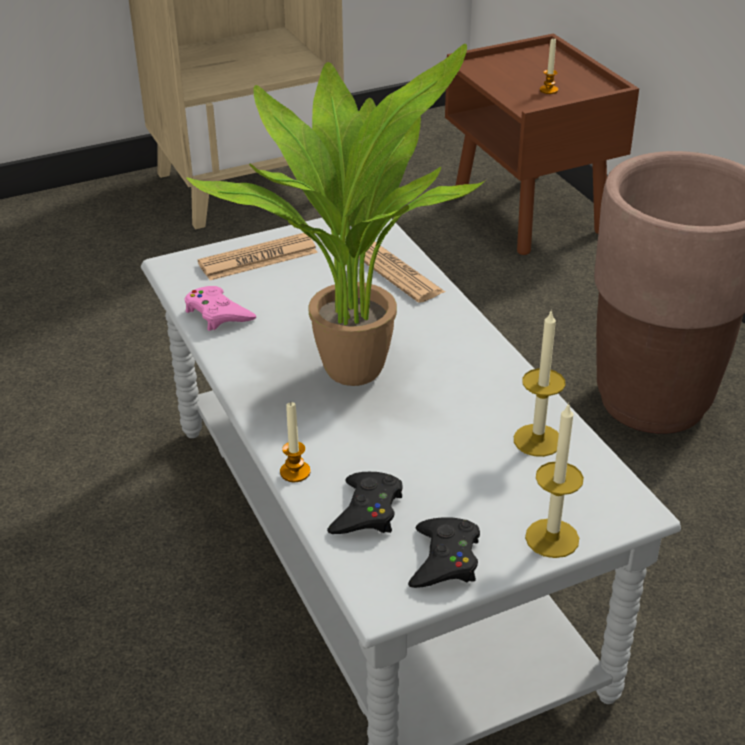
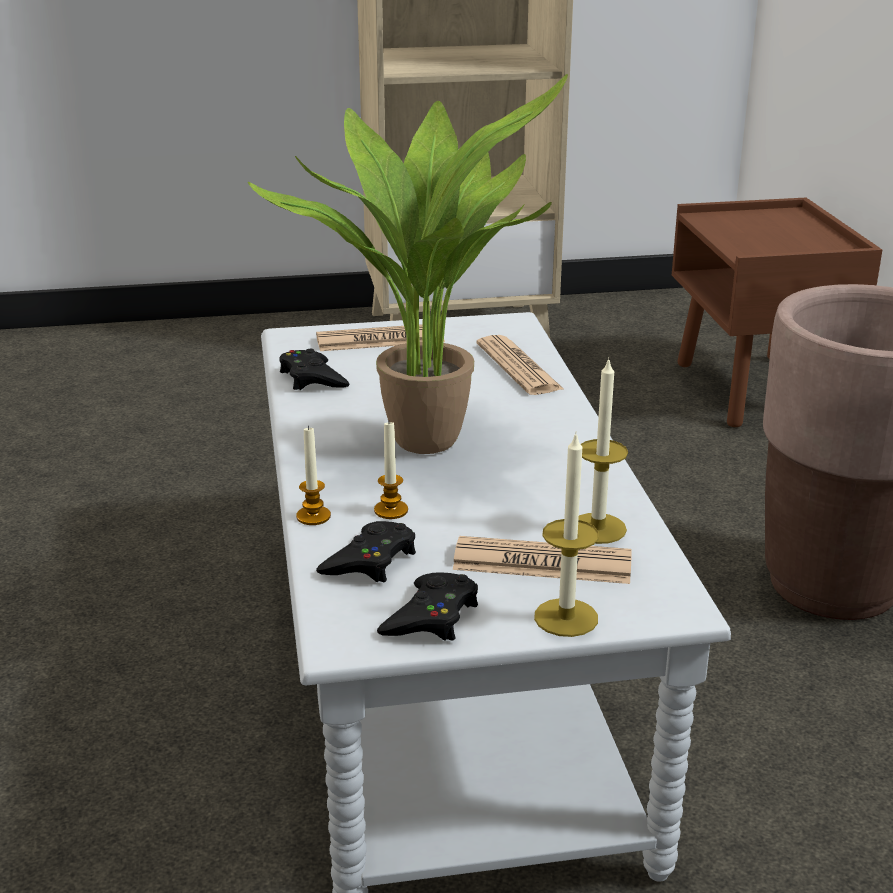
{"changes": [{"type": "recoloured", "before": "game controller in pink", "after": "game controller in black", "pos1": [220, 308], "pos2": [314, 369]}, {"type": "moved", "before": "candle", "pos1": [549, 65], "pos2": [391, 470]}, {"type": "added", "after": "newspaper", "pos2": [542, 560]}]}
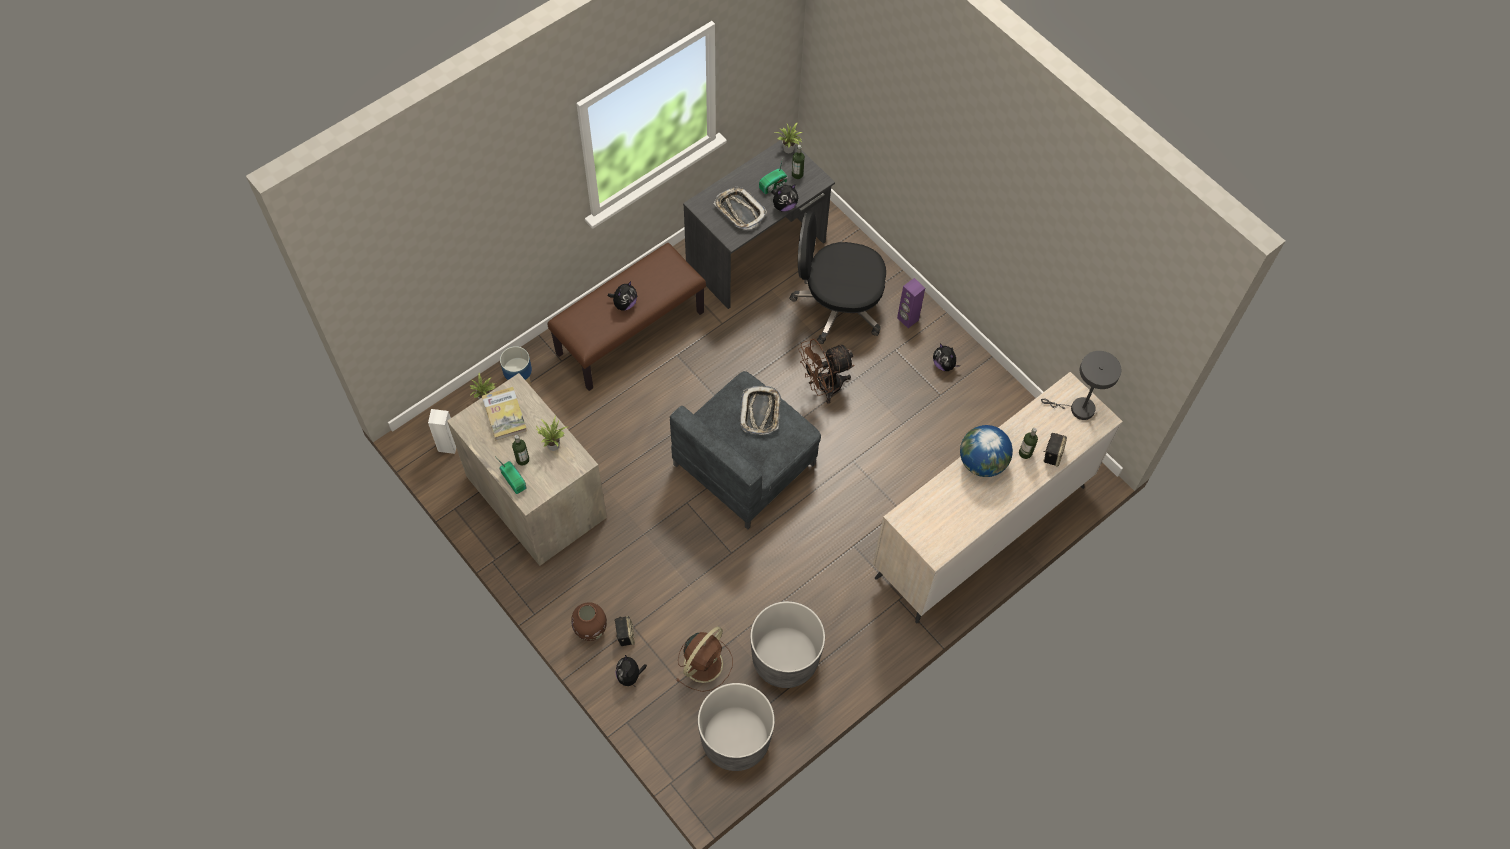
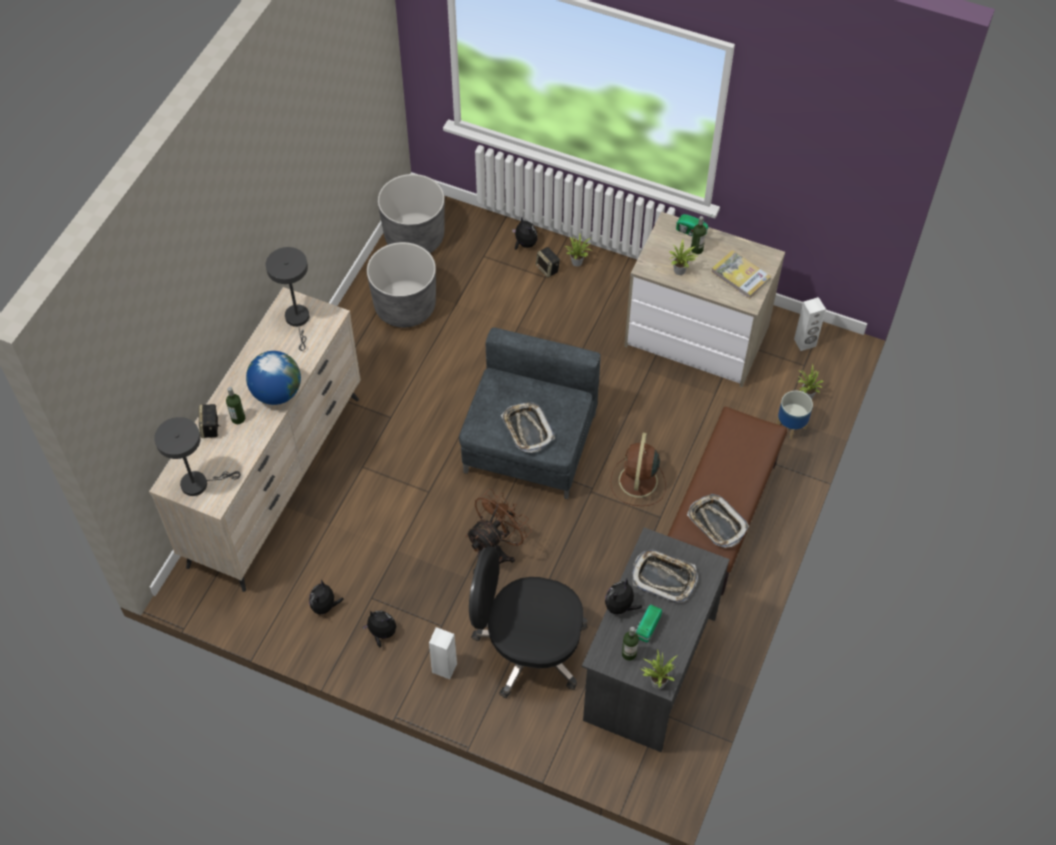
{"changes": [{"type": "replaced", "before": "vase in brown", "after": "potted plant", "pos1": [589, 621], "pos2": [578, 250]}, {"type": "moved", "before": "plush toy", "pos1": [622, 295], "pos2": [326, 598]}, {"type": "moved", "before": "fan in brown", "pos1": [704, 659], "pos2": [638, 469]}, {"type": "turned", "before": "office chair in black", "pos1": [838, 277], "pos2": [528, 622], "turn": -150}, {"type": "recoloured", "before": "speaker in purple", "after": "speaker in white", "pos1": [911, 303], "pos2": [443, 653]}, {"type": "added", "after": "table lamp in grey", "pos2": [287, 299]}, {"type": "added", "after": "tray", "pos2": [718, 521]}]}
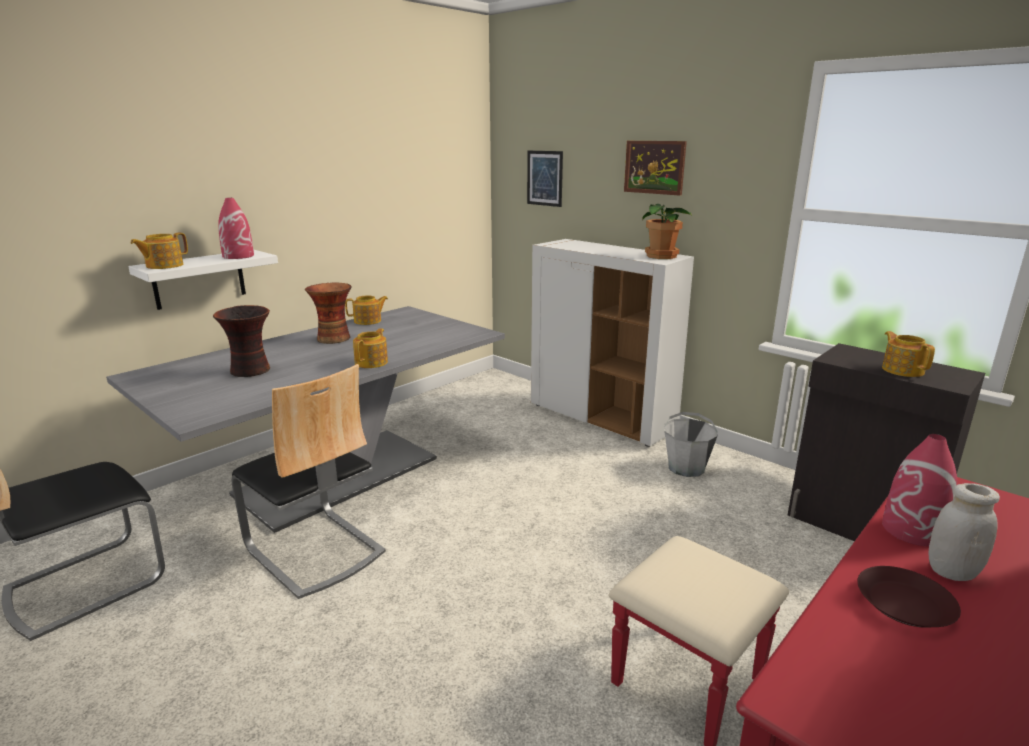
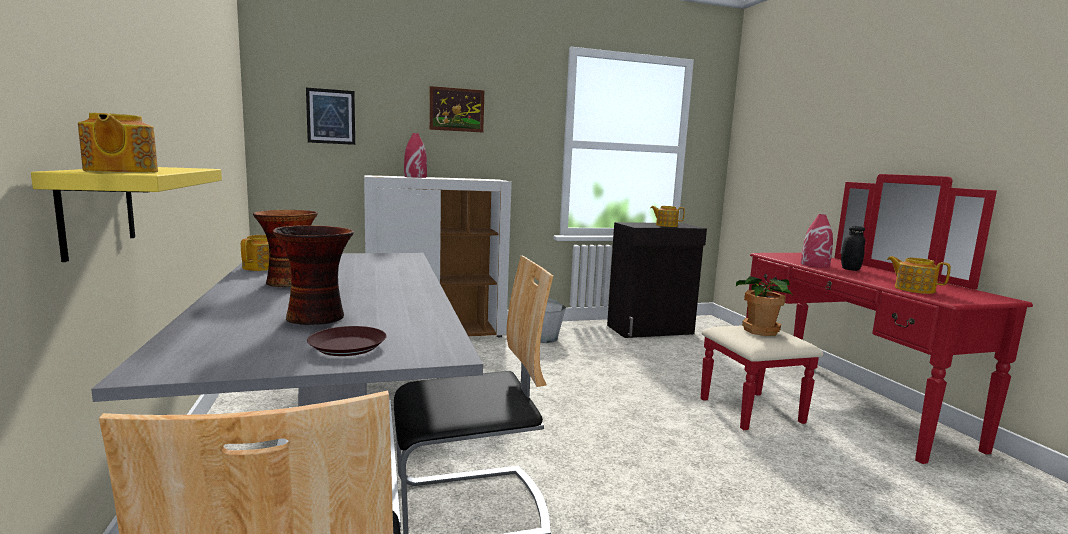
{"changes": [{"type": "recoloured", "before": "shelf in white", "after": "shelf in yellow", "pos1": [203, 280], "pos2": [126, 214]}, {"type": "moved", "before": "vase in red", "pos1": [236, 228], "pos2": [415, 155]}, {"type": "moved", "before": "teapot", "pos1": [370, 348], "pos2": [919, 275]}, {"type": "moved", "before": "potted plant", "pos1": [667, 231], "pos2": [764, 306]}, {"type": "moved", "before": "plate in brown", "pos1": [909, 596], "pos2": [347, 341]}, {"type": "recoloured", "before": "jar in white", "after": "jar in black", "pos1": [964, 532], "pos2": [853, 248]}]}
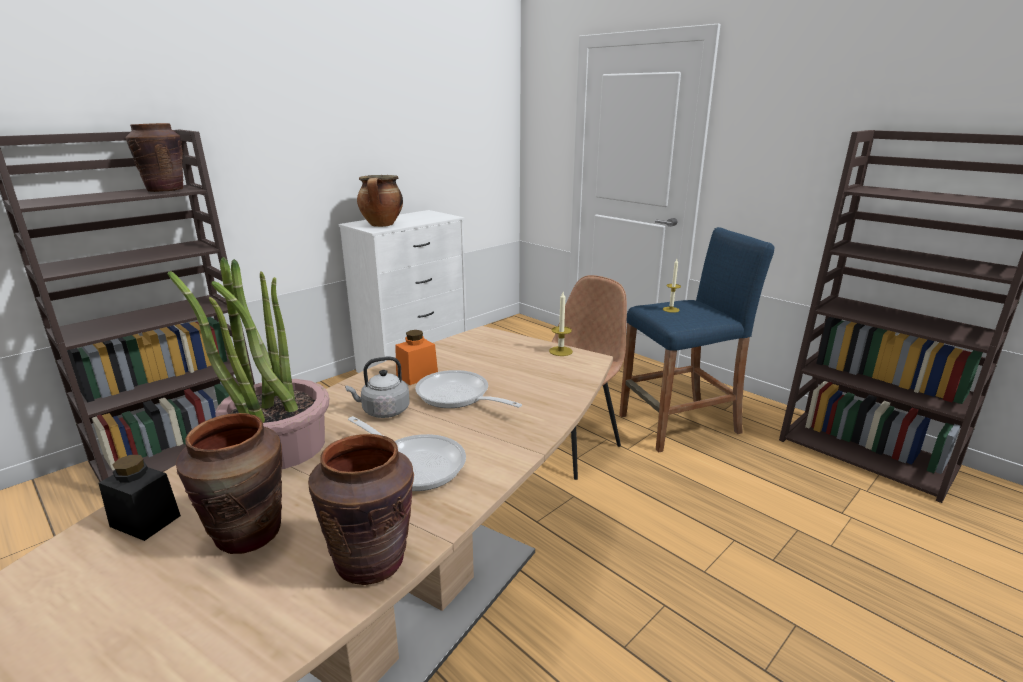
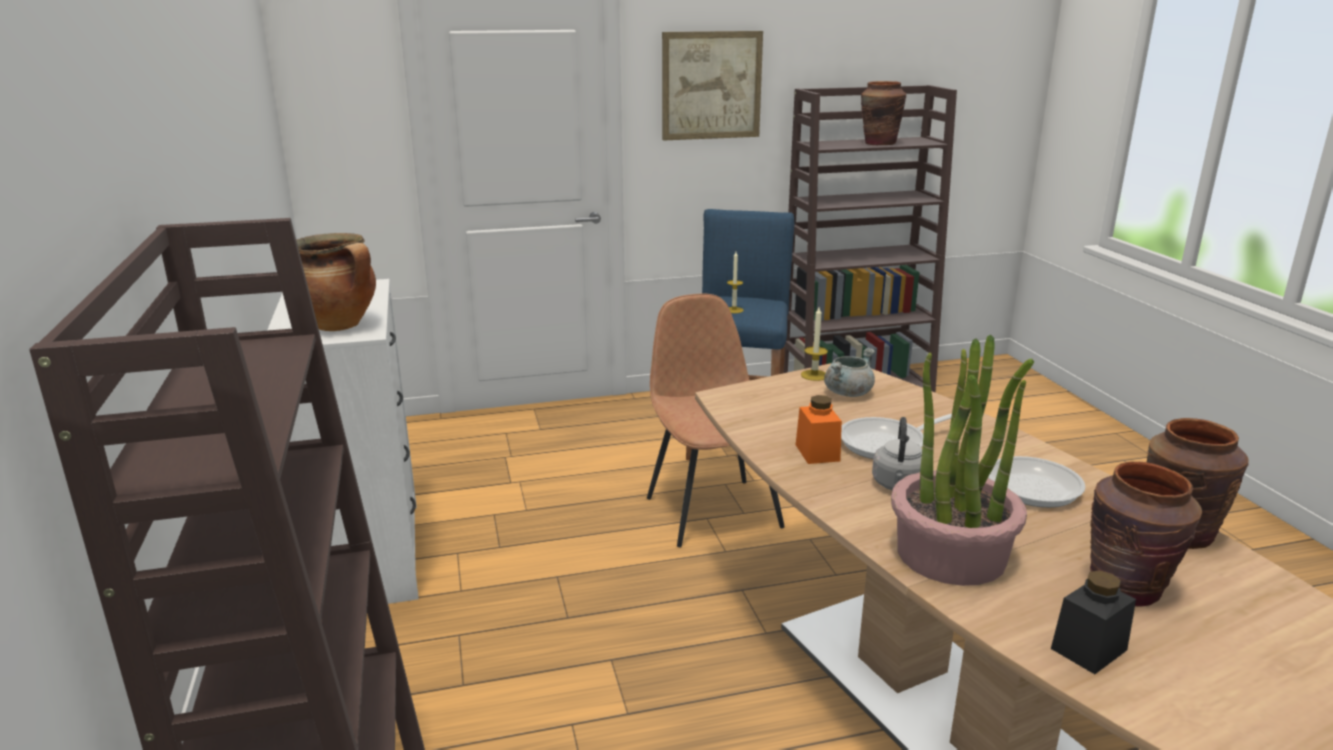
{"changes": [{"type": "moved", "before": "vase in brown", "pos1": [154, 157], "pos2": [883, 113]}, {"type": "added", "after": "picture", "pos2": [712, 86]}, {"type": "added", "after": "cooking pot in grey", "pos2": [849, 372]}]}
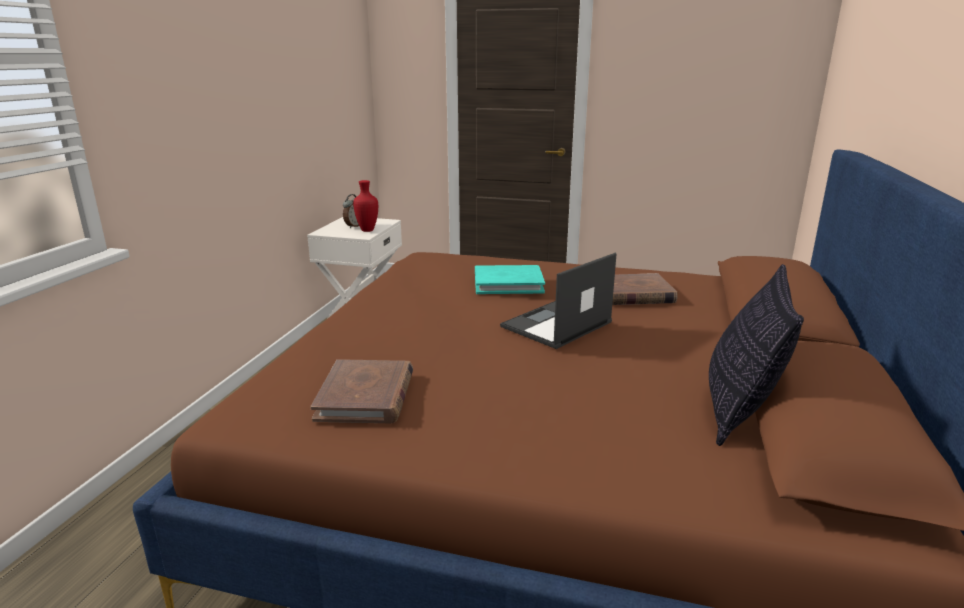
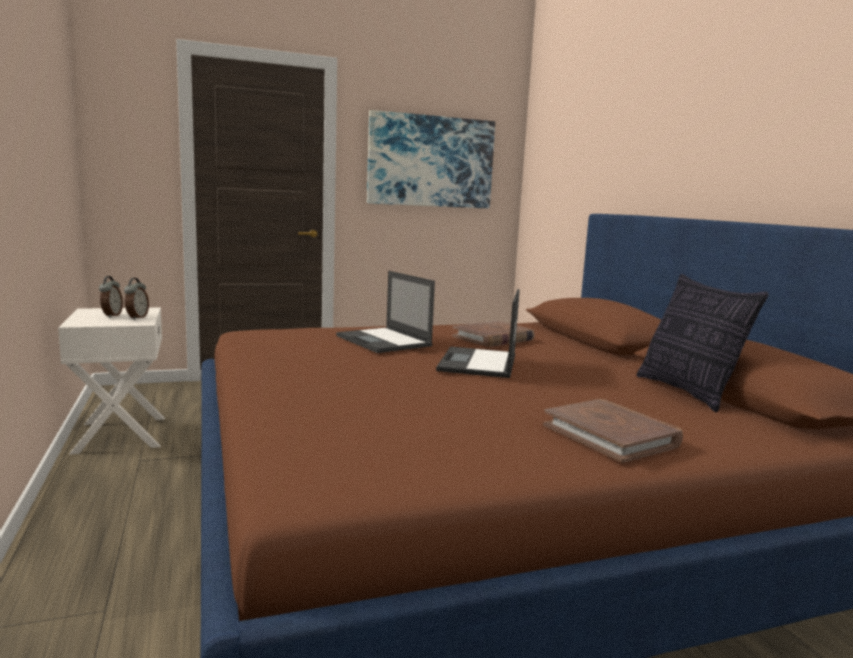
{"changes": [{"type": "moved", "before": "book in brown", "pos1": [361, 391], "pos2": [613, 431]}, {"type": "replaced", "before": "vase in red", "after": "alarm clock", "pos1": [365, 206], "pos2": [136, 299]}, {"type": "replaced", "before": "book in turquoise", "after": "laptop", "pos1": [510, 279], "pos2": [385, 312]}, {"type": "added", "after": "picture", "pos2": [431, 159]}]}
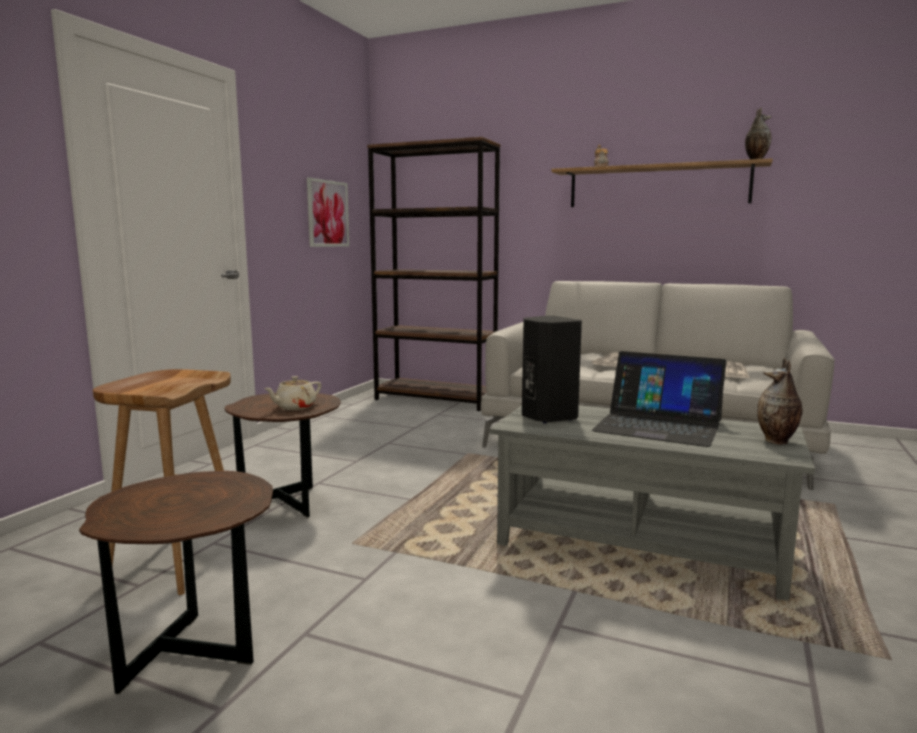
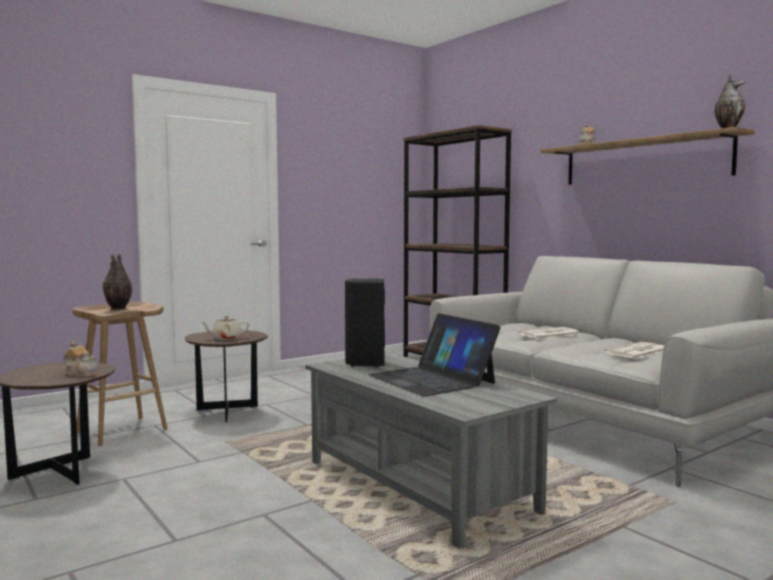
{"changes": [{"type": "removed", "before": "picture", "pos1": [328, 212]}, {"type": "moved", "before": "vase", "pos1": [779, 401], "pos2": [117, 281]}, {"type": "added", "after": "teapot", "pos2": [80, 359]}]}
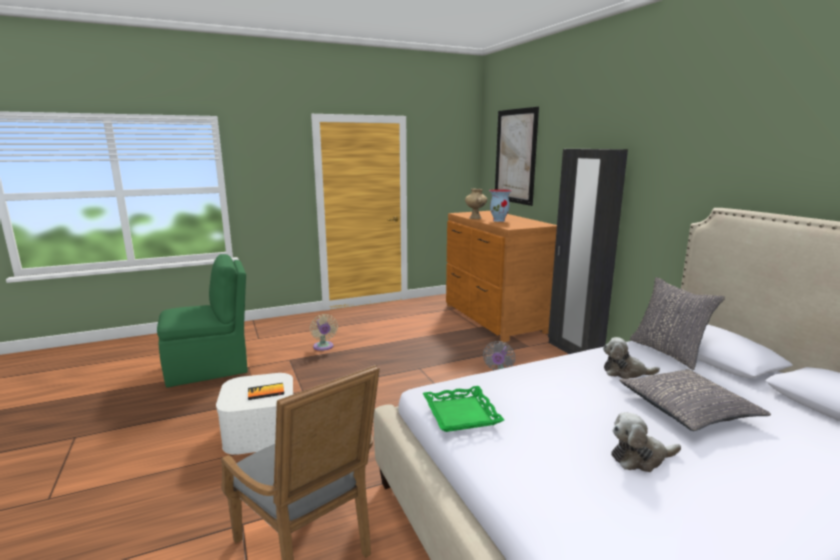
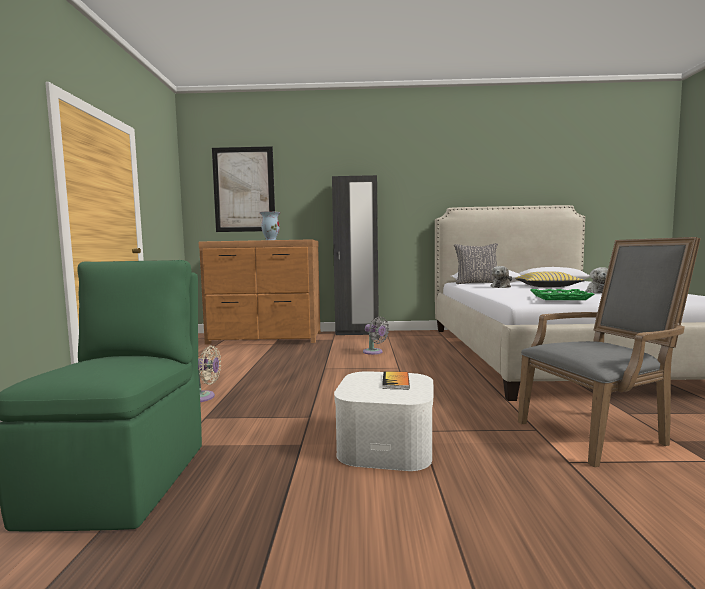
{"changes": [{"type": "removed", "before": "vase in beige", "pos1": [476, 204]}, {"type": "recoloured", "before": "pillow in grey", "after": "pillow in yellow", "pos1": [695, 400], "pos2": [549, 279]}]}
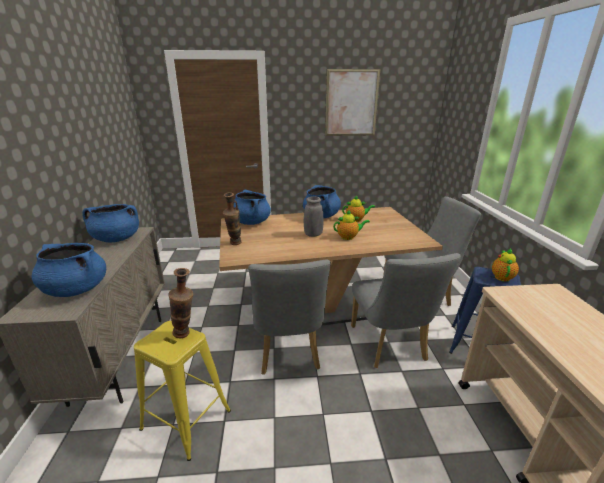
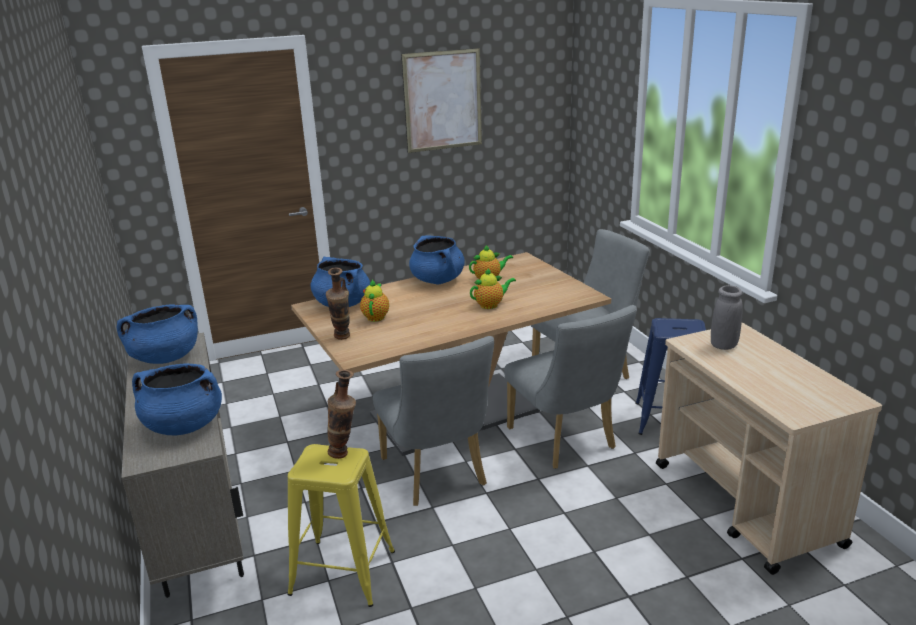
{"changes": [{"type": "moved", "before": "vase in grey", "pos1": [313, 216], "pos2": [727, 317]}, {"type": "moved", "before": "teapot", "pos1": [505, 265], "pos2": [374, 300]}]}
